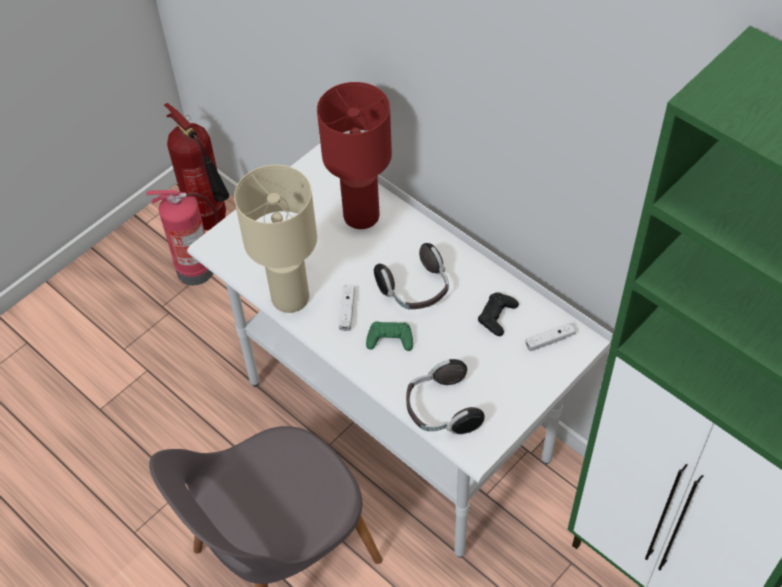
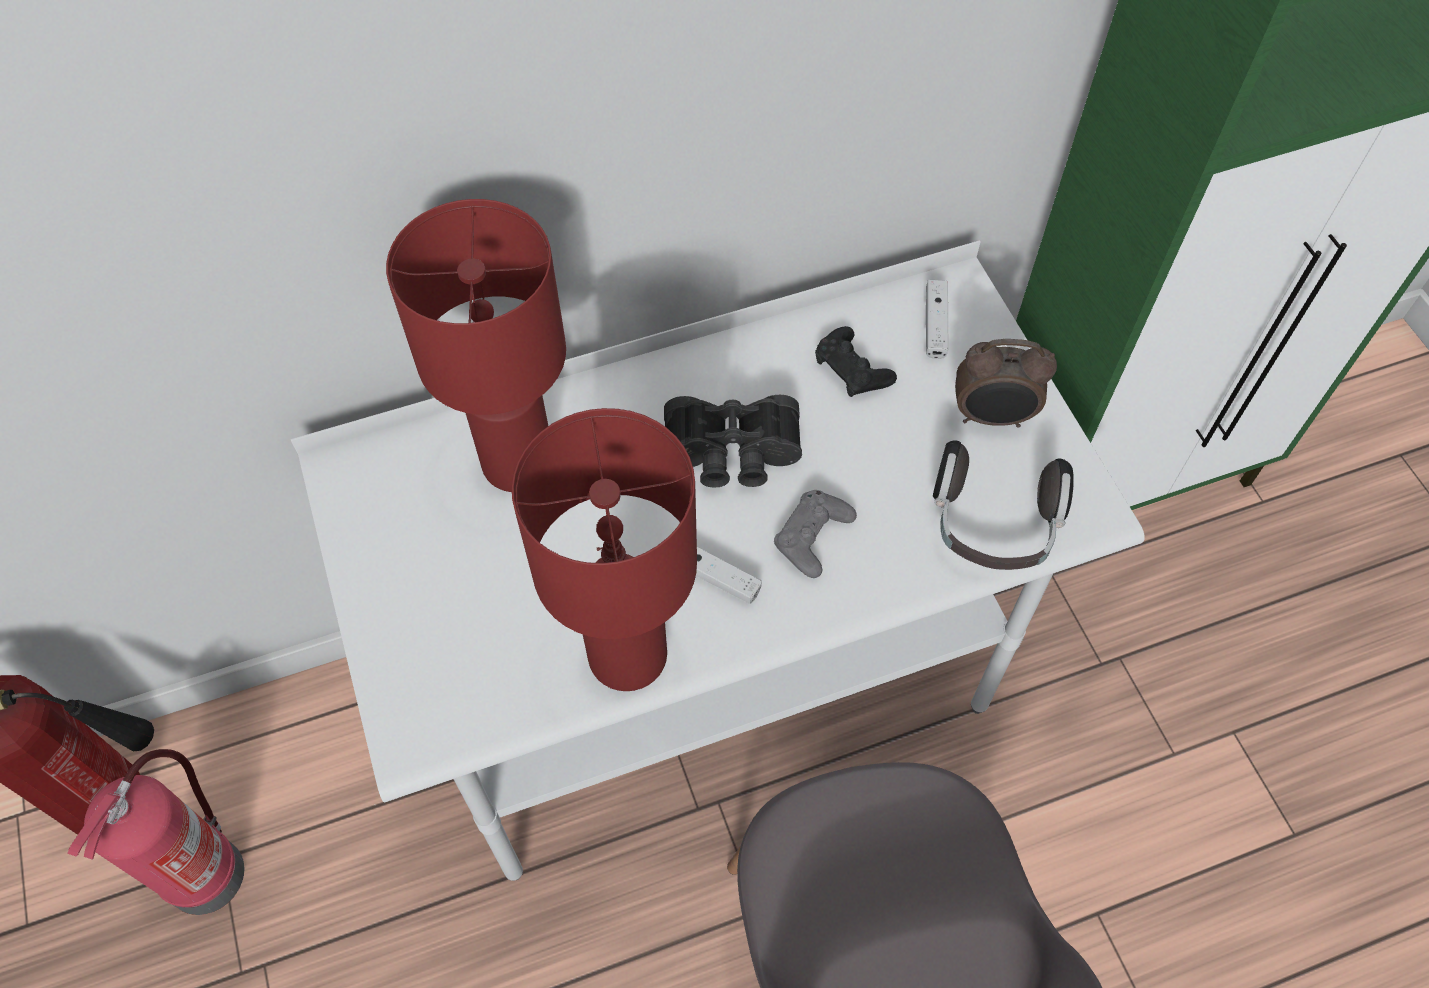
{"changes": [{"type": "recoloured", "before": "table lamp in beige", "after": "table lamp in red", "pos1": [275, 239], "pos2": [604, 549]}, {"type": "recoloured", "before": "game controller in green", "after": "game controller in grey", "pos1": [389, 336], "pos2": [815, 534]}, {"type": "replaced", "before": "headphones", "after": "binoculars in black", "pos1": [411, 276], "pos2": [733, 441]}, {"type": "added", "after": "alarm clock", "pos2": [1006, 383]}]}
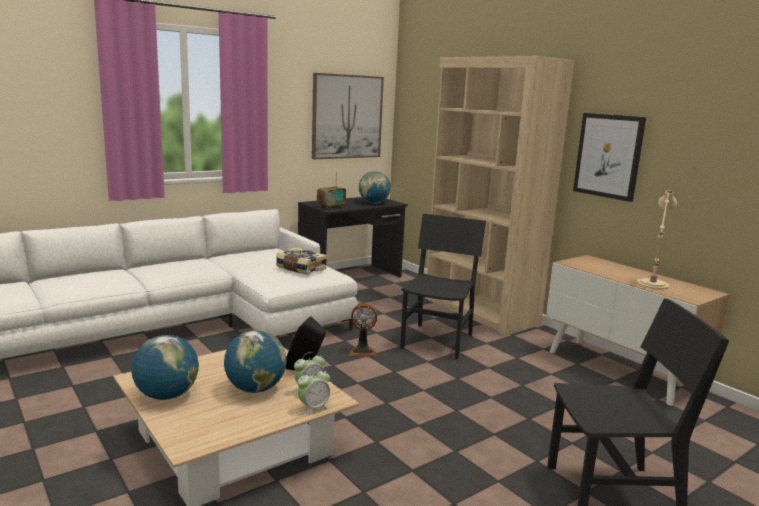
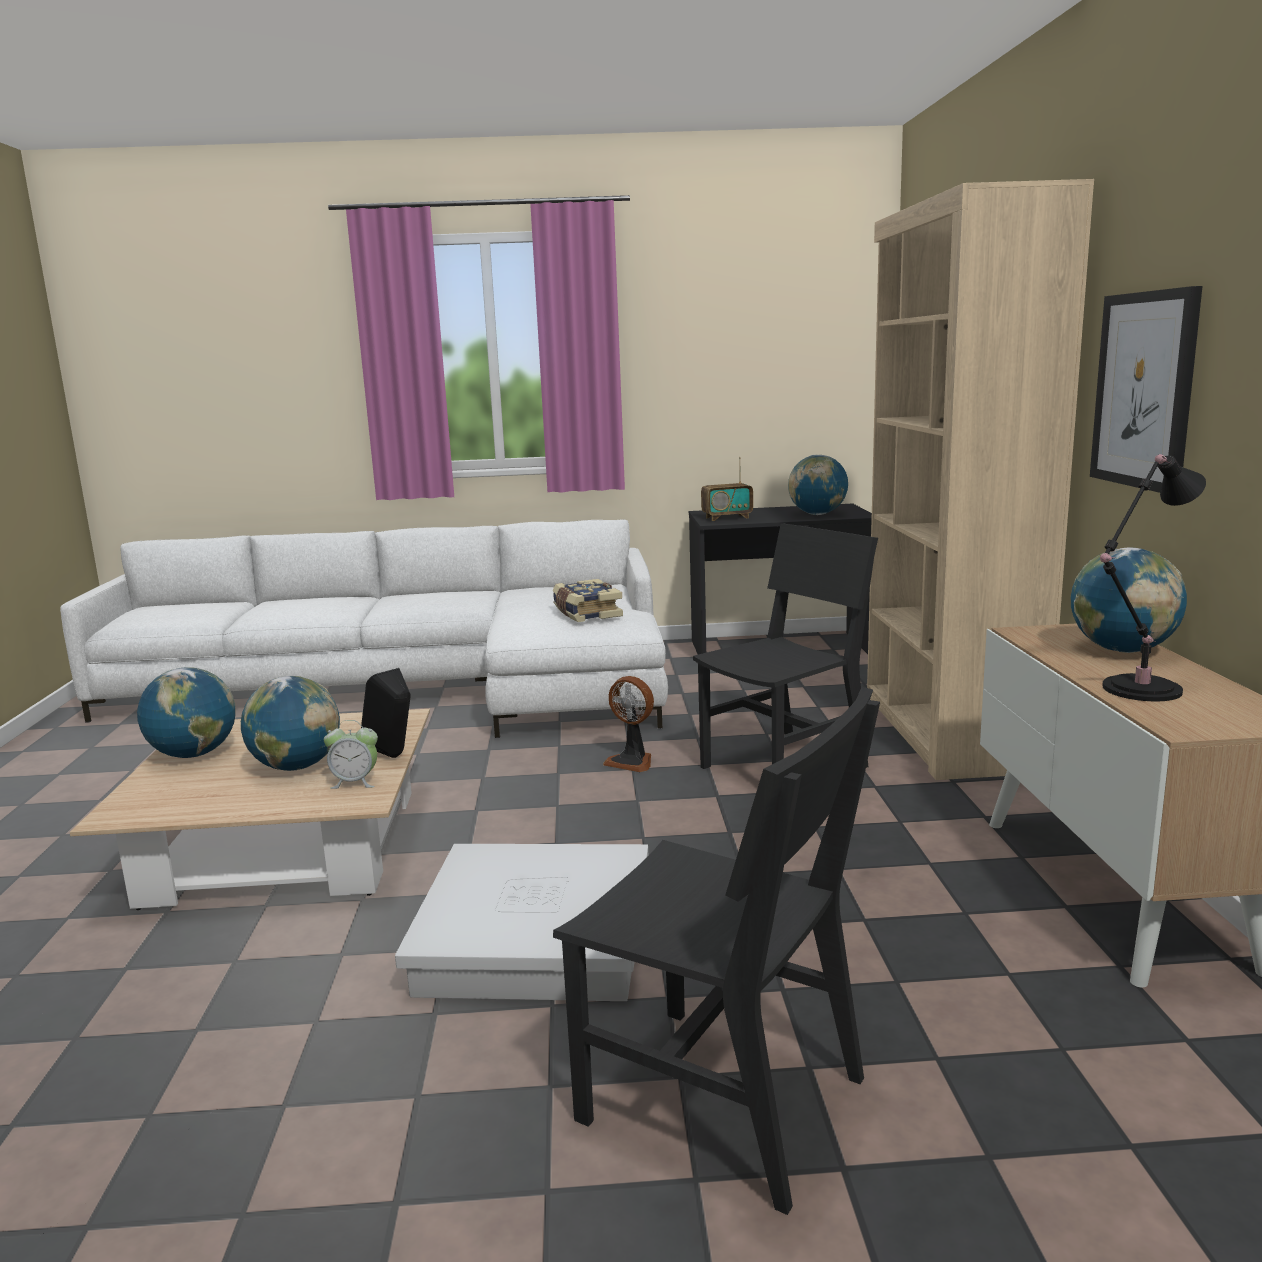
{"changes": [{"type": "removed", "before": "alarm clock", "pos1": [313, 392]}, {"type": "removed", "before": "picture", "pos1": [348, 116]}, {"type": "recoloured", "before": "table lamp in beige", "after": "table lamp in black", "pos1": [657, 240], "pos2": [1153, 577]}, {"type": "added", "after": "storage box in white", "pos2": [521, 922]}, {"type": "added", "after": "globe", "pos2": [1129, 600]}]}
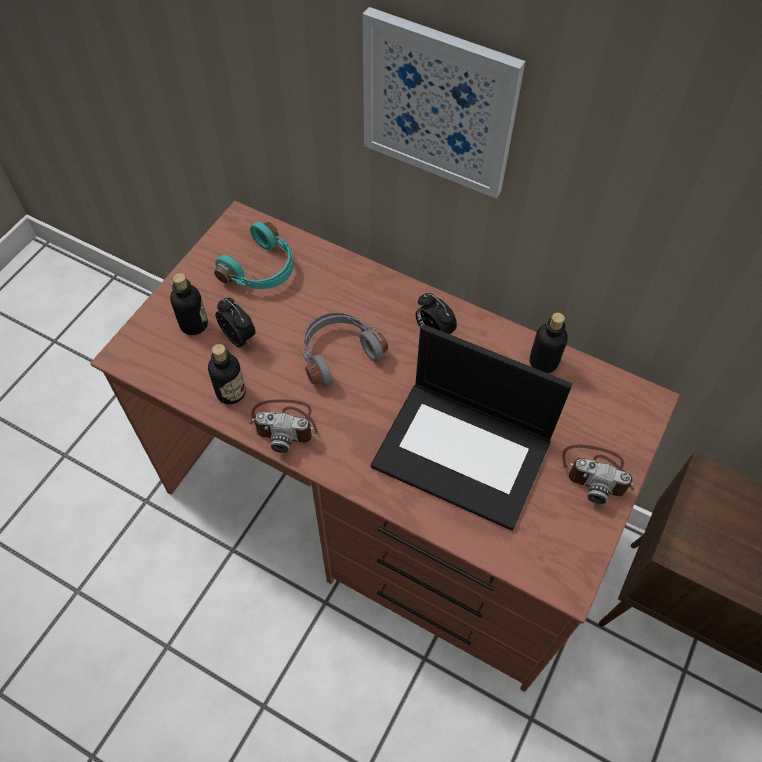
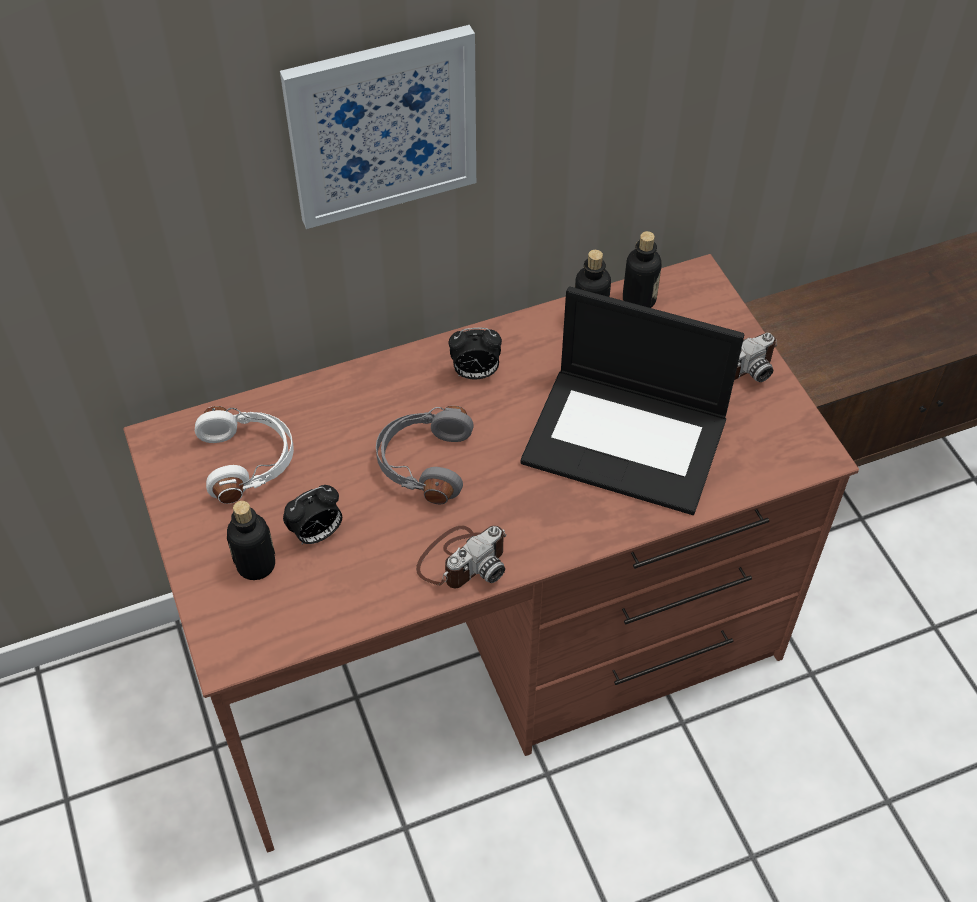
{"changes": [{"type": "moved", "before": "bottle", "pos1": [227, 374], "pos2": [642, 269]}, {"type": "recoloured", "before": "headphones in turquoise", "after": "headphones in white", "pos1": [253, 255], "pos2": [244, 455]}, {"type": "turned", "before": "alarm clock", "pos1": [235, 323], "pos2": [312, 515], "turn": 150}, {"type": "turned", "before": "laptop", "pos1": [471, 427], "pos2": [632, 401], "turn": 45}]}
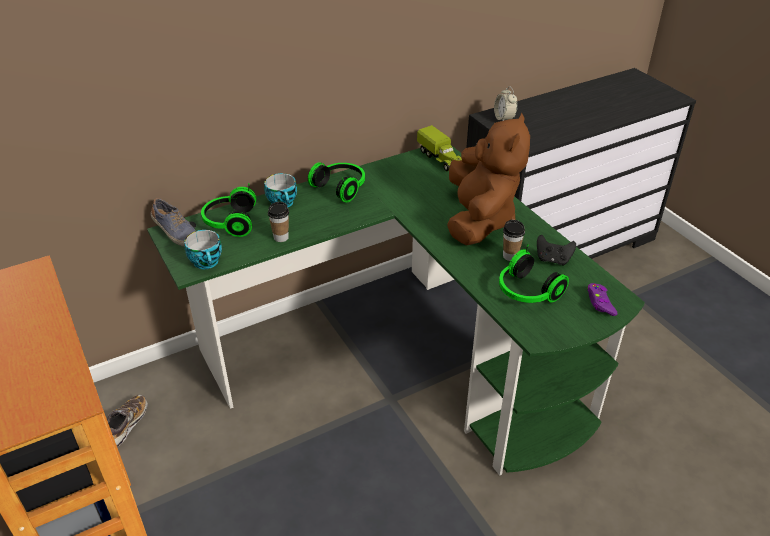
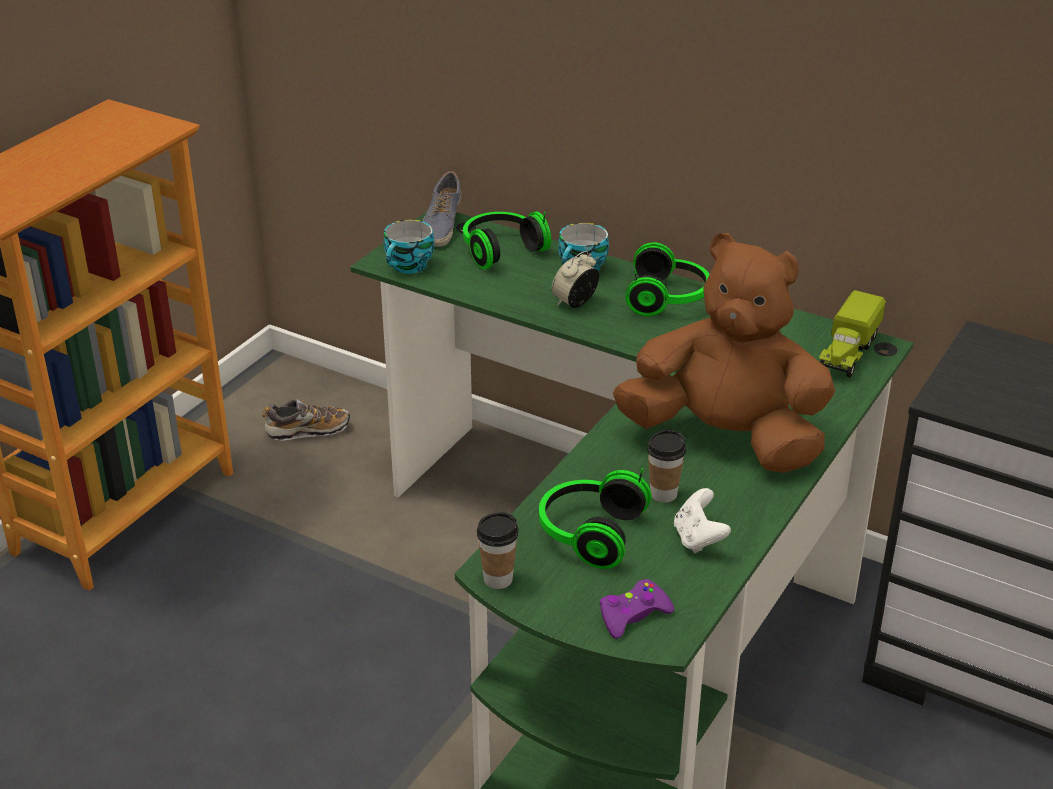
{"changes": [{"type": "moved", "before": "cup", "pos1": [278, 222], "pos2": [498, 551]}, {"type": "turned", "before": "plush toy in brown", "pos1": [488, 179], "pos2": [724, 353], "turn": -135}, {"type": "moved", "before": "alarm clock", "pos1": [506, 103], "pos2": [575, 279]}, {"type": "recoloured", "before": "game controller in black", "after": "game controller in white", "pos1": [556, 250], "pos2": [702, 520]}]}
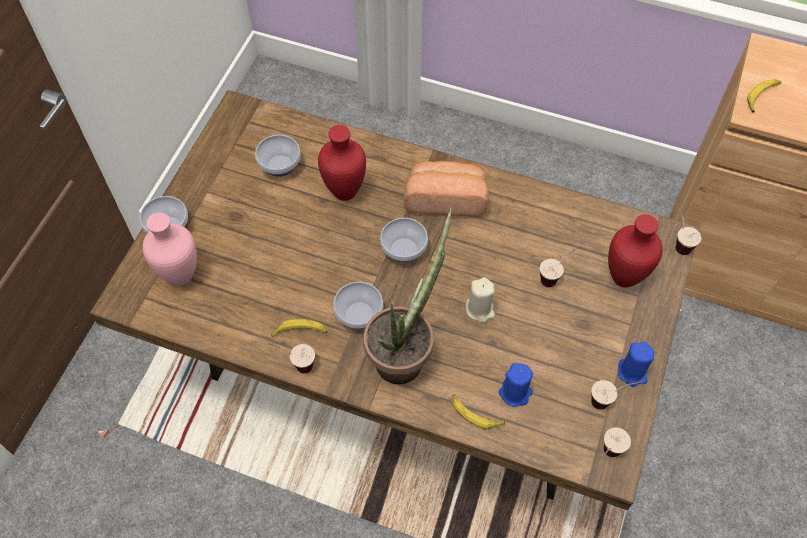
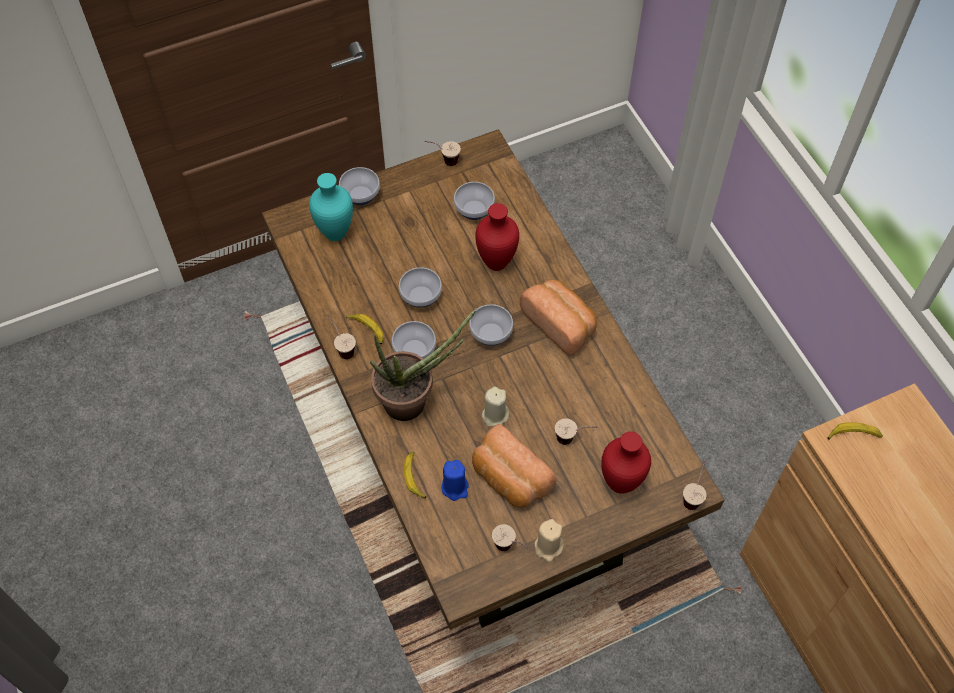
{"changes": [{"type": "recoloured", "before": "vase in pink", "after": "vase in turquoise", "pos1": [169, 249], "pos2": [331, 207]}, {"type": "moved", "before": "cup", "pos1": [615, 443], "pos2": [442, 153]}, {"type": "recoloured", "before": "candle in blue", "after": "candle in beige", "pos1": [636, 364], "pos2": [549, 540]}, {"type": "added", "after": "bowl", "pos2": [420, 287]}, {"type": "added", "after": "bread", "pos2": [514, 465]}]}
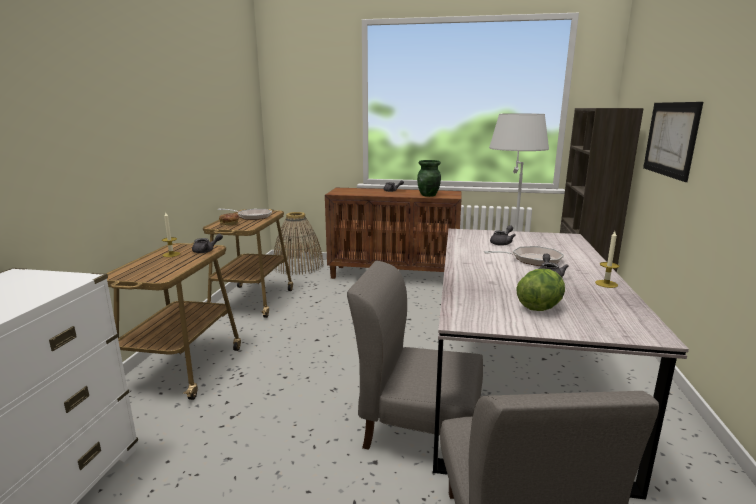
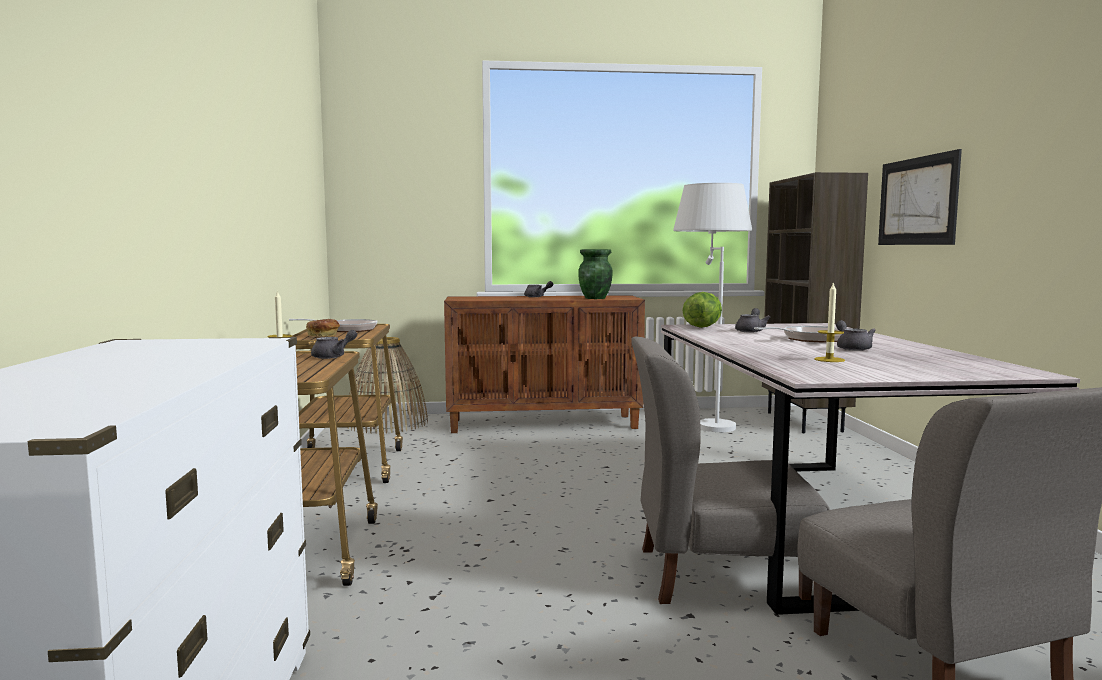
{"changes": [{"type": "moved", "before": "lettuce", "pos1": [540, 290], "pos2": [702, 310]}, {"type": "moved", "before": "candle", "pos1": [607, 259], "pos2": [829, 322]}]}
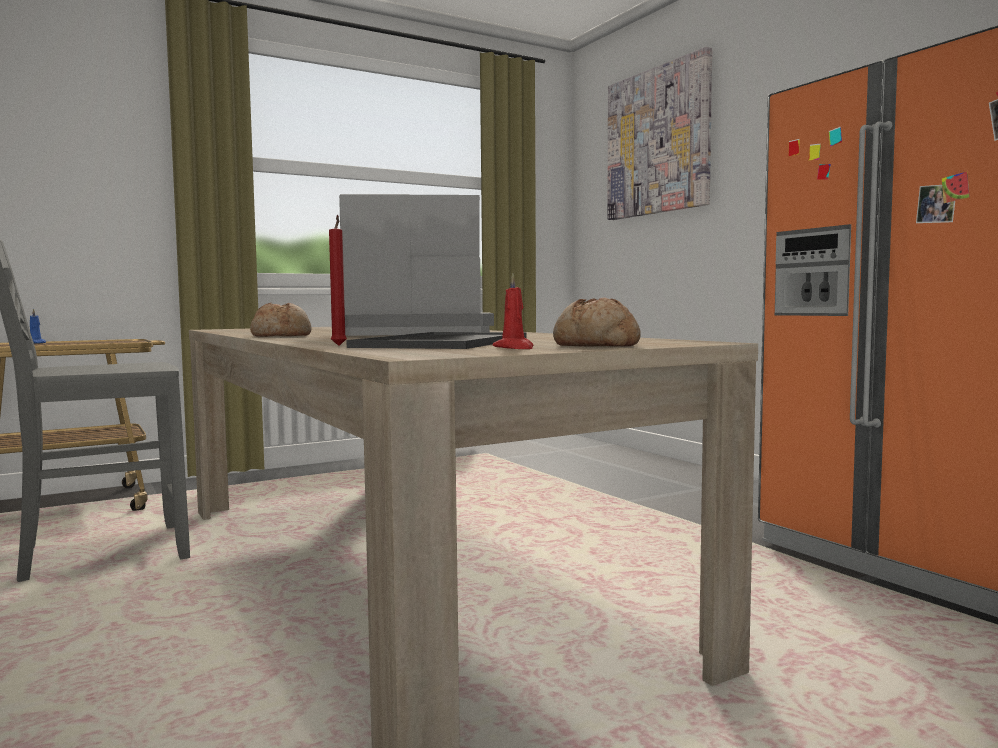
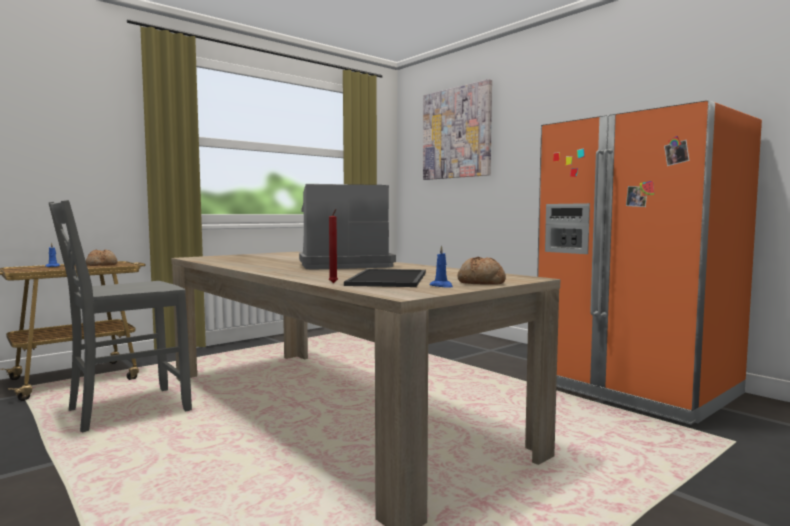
{"changes": [{"type": "moved", "before": "bread", "pos1": [280, 320], "pos2": [101, 257]}, {"type": "recoloured", "before": "candle in red", "after": "candle in blue", "pos1": [513, 311], "pos2": [441, 266]}]}
